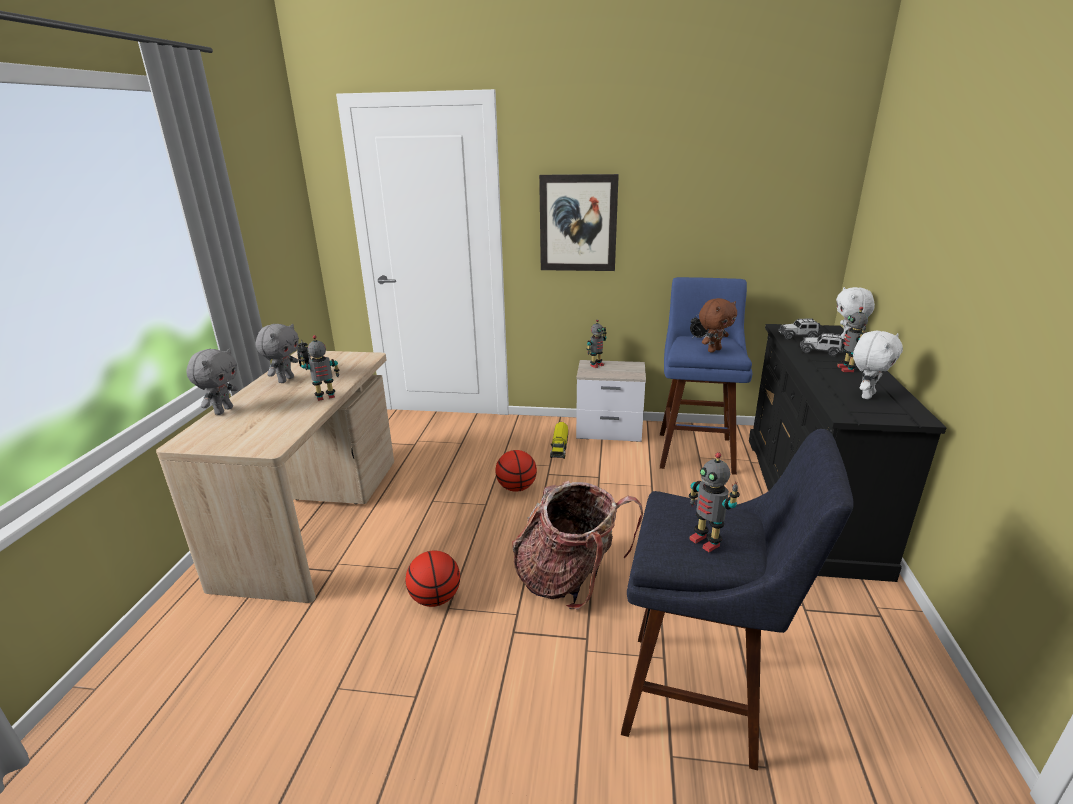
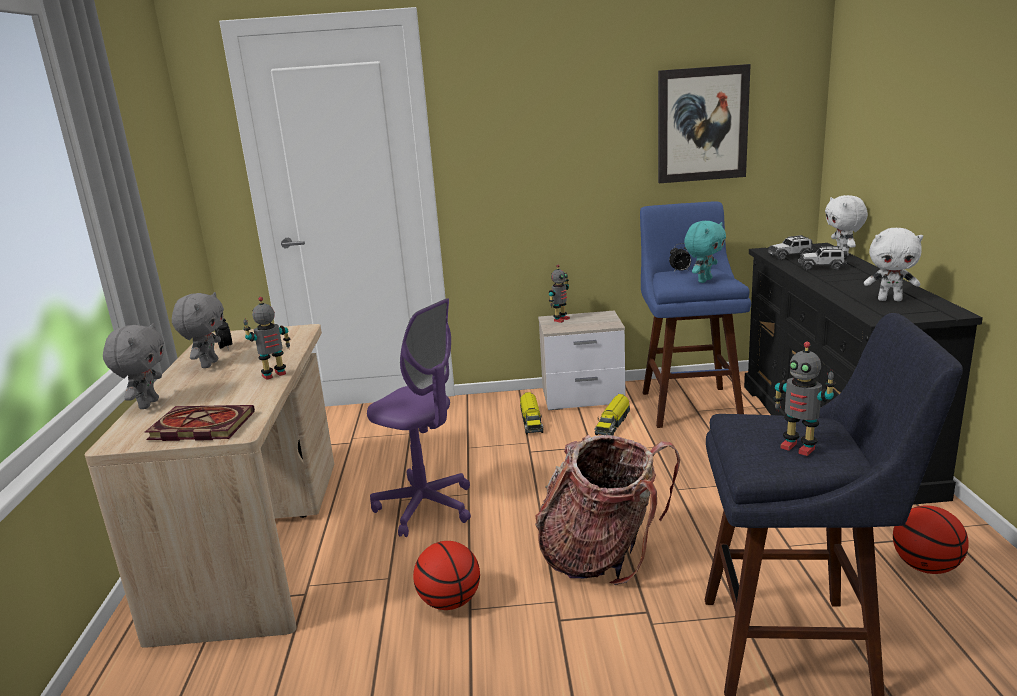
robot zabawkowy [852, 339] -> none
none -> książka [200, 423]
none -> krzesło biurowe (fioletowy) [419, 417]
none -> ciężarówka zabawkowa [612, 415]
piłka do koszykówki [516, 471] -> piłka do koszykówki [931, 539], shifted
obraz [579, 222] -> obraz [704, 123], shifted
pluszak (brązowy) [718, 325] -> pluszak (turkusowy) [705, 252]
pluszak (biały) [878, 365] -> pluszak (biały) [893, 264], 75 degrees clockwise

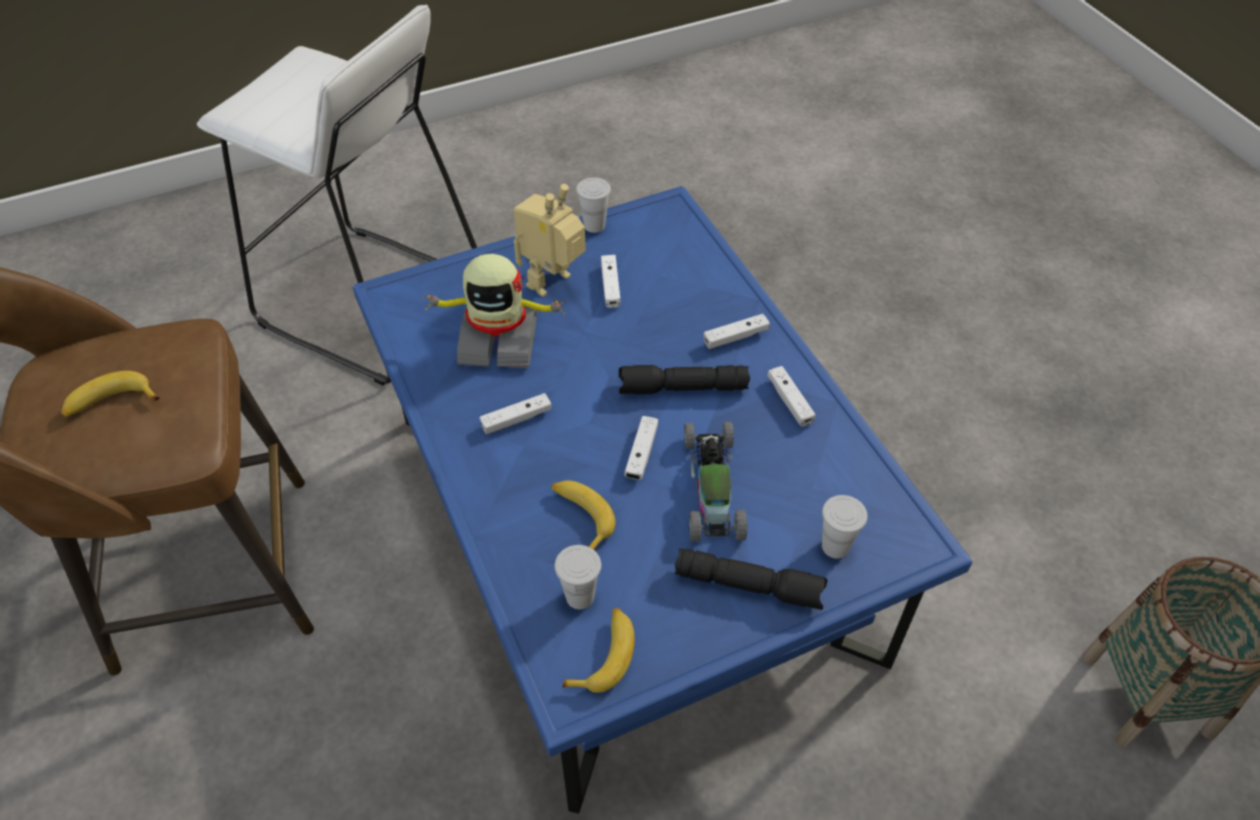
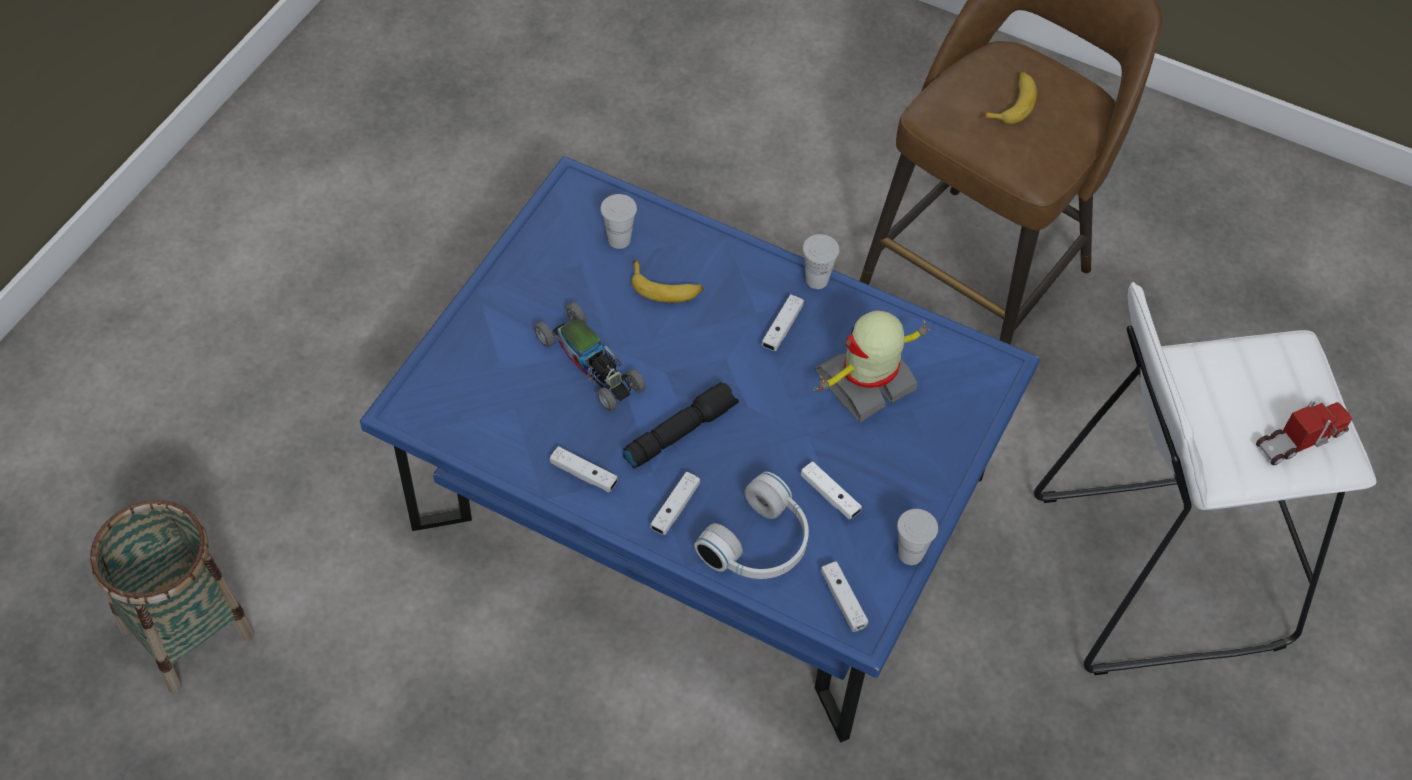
robot zabawkowy [550, 240] -> none
banan [598, 650] -> none
latarka (czarny) [751, 579] -> none
none -> słuchawki (biały) [751, 525]
none -> ciężarówka zabawkowa [1304, 432]
pad do gier (biały) [641, 448] -> pad do gier (biały) [844, 596], shifted
filiżanka (biały) [844, 527] -> filiżanka (biały) [821, 261], shifted

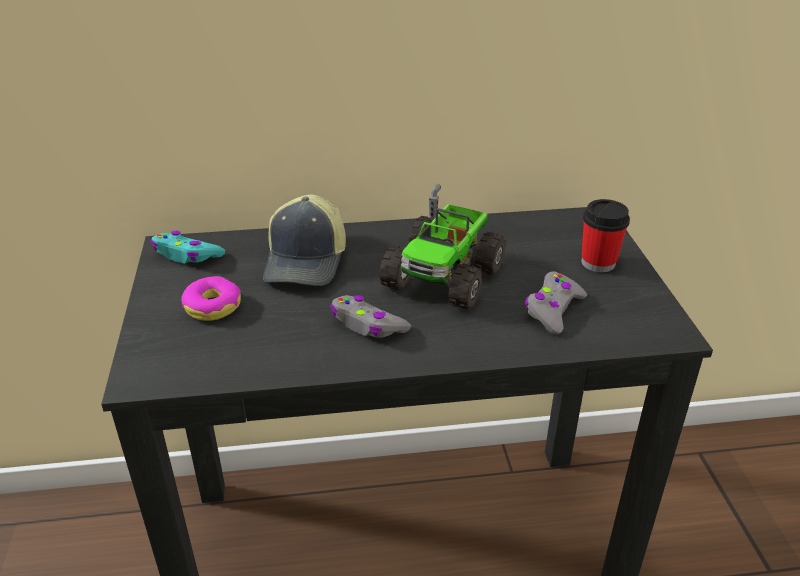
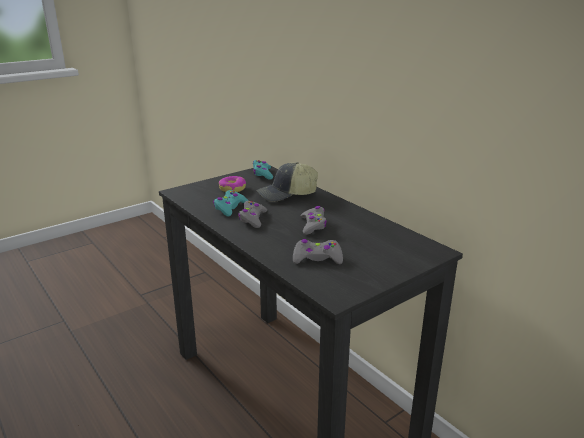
filiżanka [605, 235] -> none
none -> pad do gier (turkusowy) [230, 203]
ciężarówka zabawkowa [443, 247] -> pad do gier (szary) [313, 220]

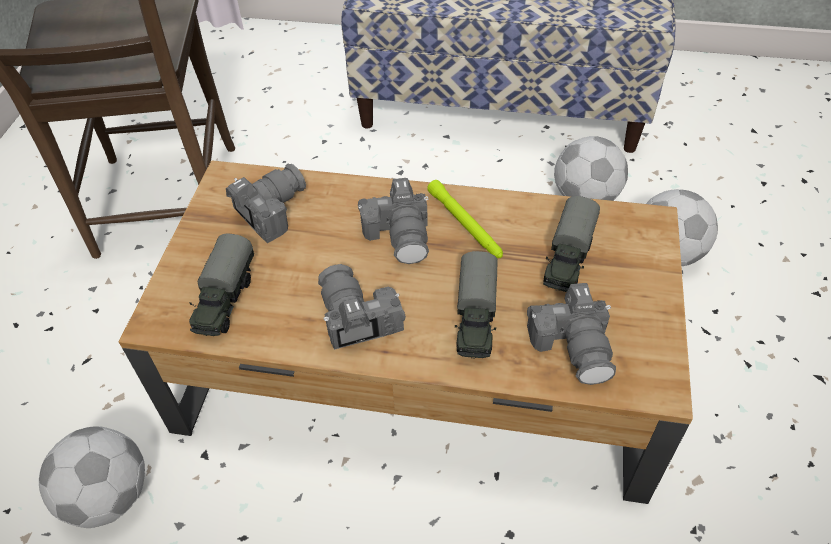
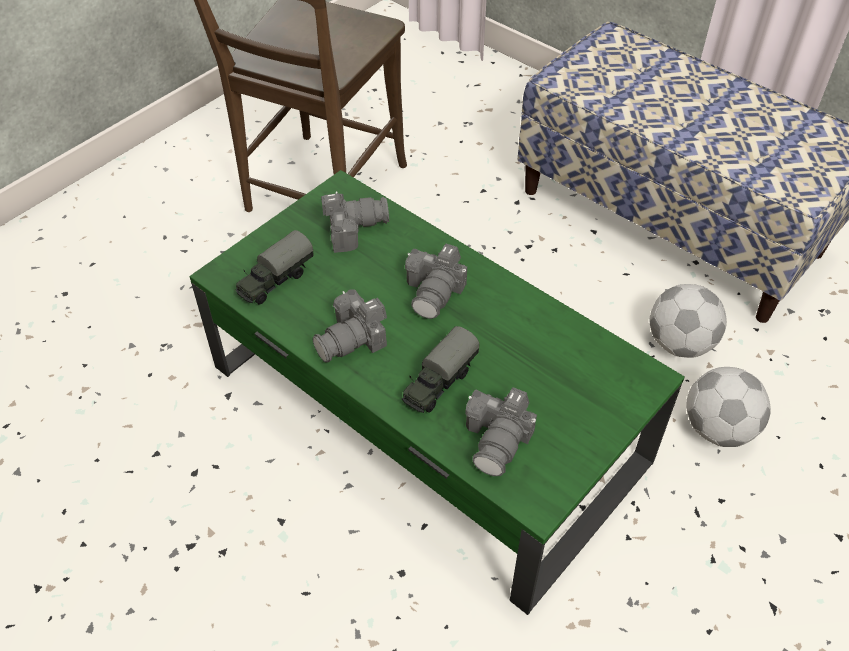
piłka futbolowa [92, 477] -> none
latarka (zielony) [465, 219] -> none
ciężarówka zabawkowa [571, 244] -> none
ława (brązowy) [406, 332] -> ława (zielony) [437, 392]
aparat fotograficzny [362, 307] -> aparat fotograficzny [350, 326], 135 degrees counterclockwise

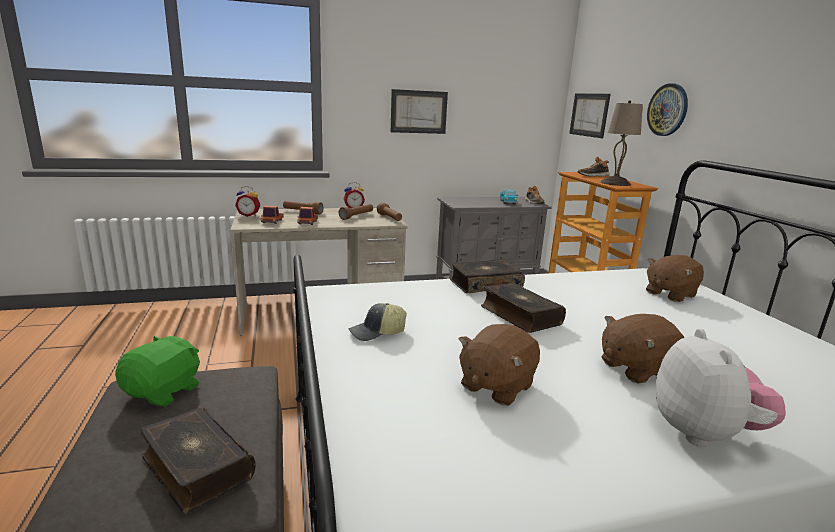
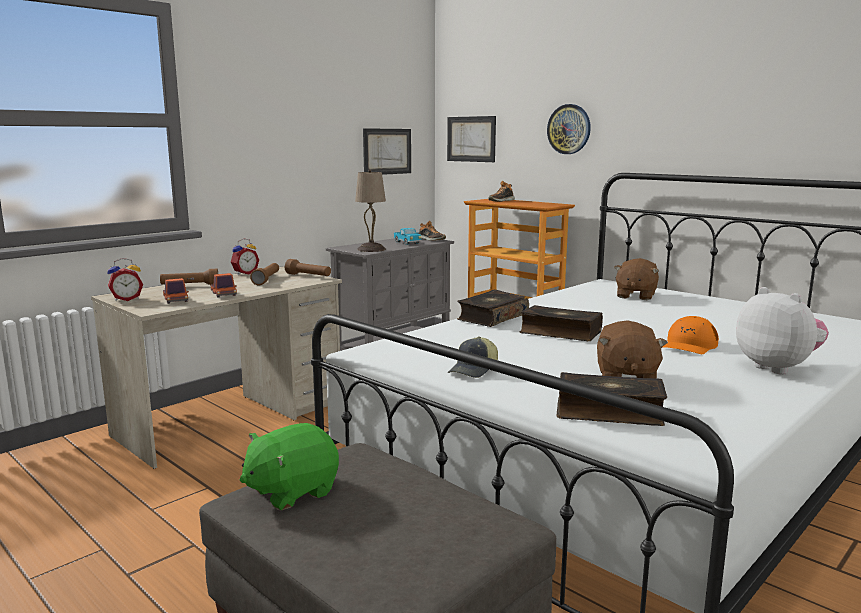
książka [198, 460] -> książka [612, 399], shifted
obraz [419, 111] -> obraz [387, 151], shifted
lampa stołowa (beżowy) [622, 143] -> lampa stołowa (beżowy) [370, 211], shifted
pluszak (brązowy) [643, 349] -> czapka z daszkiem (pomarańczowy) [691, 335]
pluszak (zielony) [157, 371] -> pluszak (zielony) [289, 466], 120 degrees counterclockwise

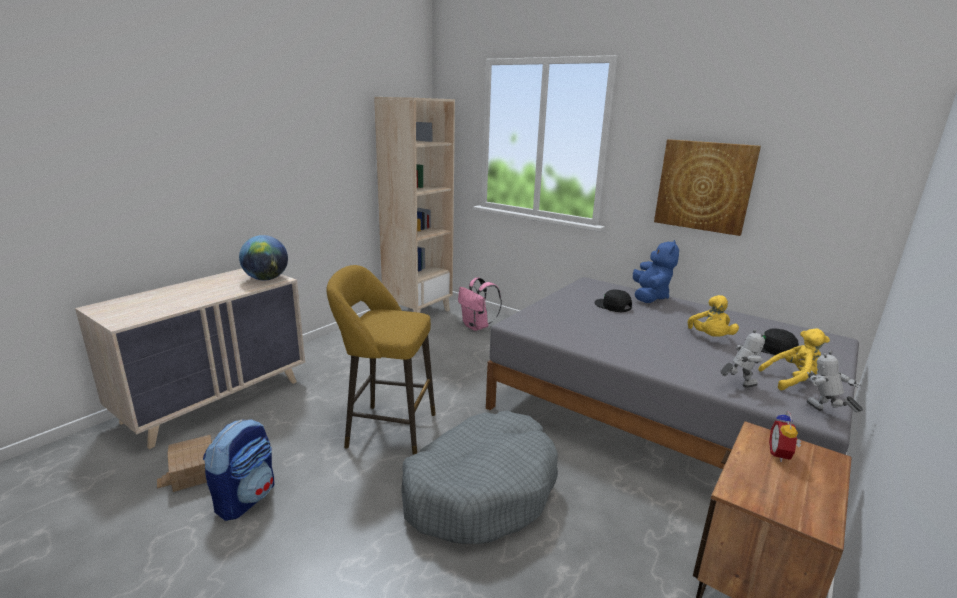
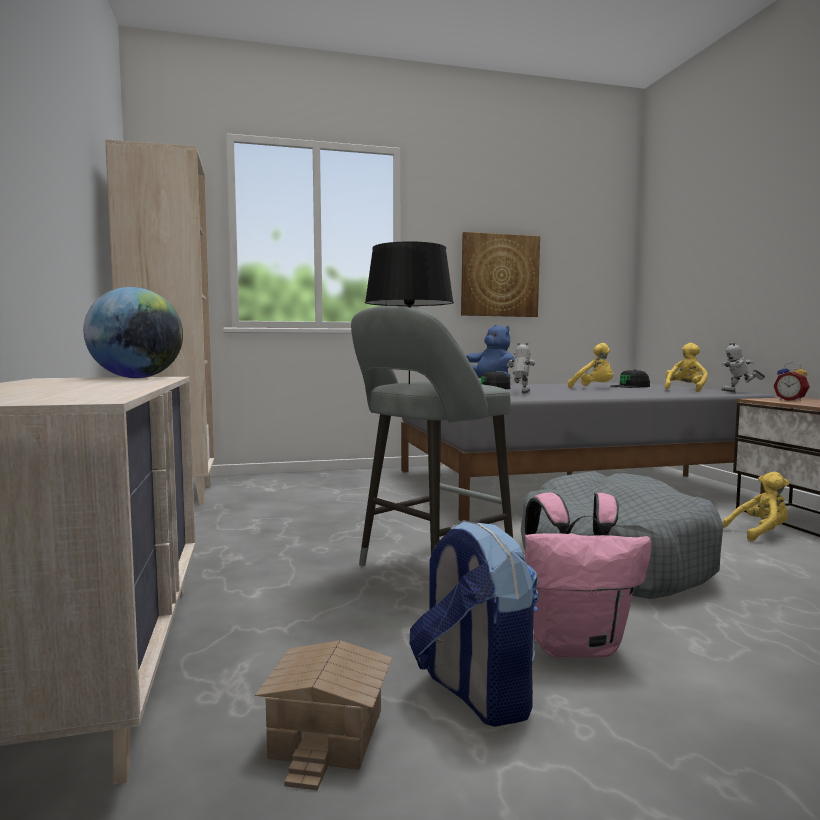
none -> lampa stołowa (czarny) [409, 312]
none -> pluszak (żółty) [756, 506]
plecak (różowy) [480, 304] -> plecak (różowy) [588, 575], shifted
robot zabawkowy [742, 358] -> robot zabawkowy [521, 367], shifted
stołek (żółty) [381, 360] -> stołek (szary) [432, 436]

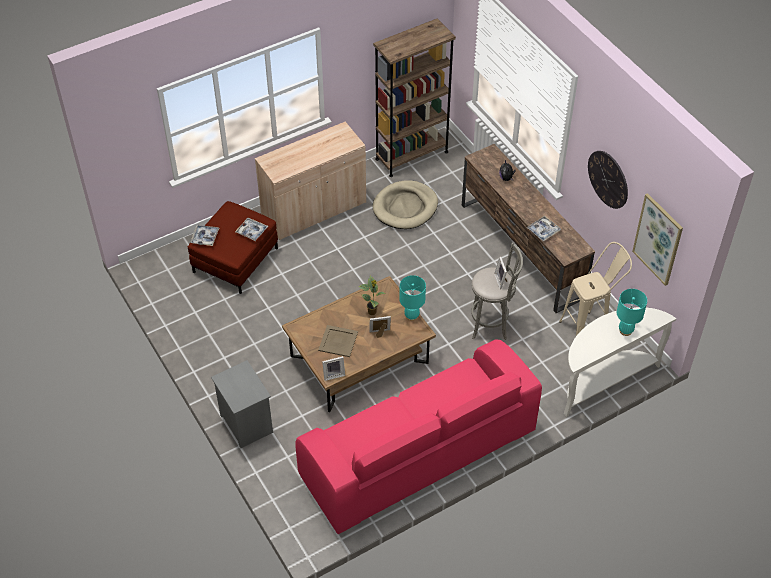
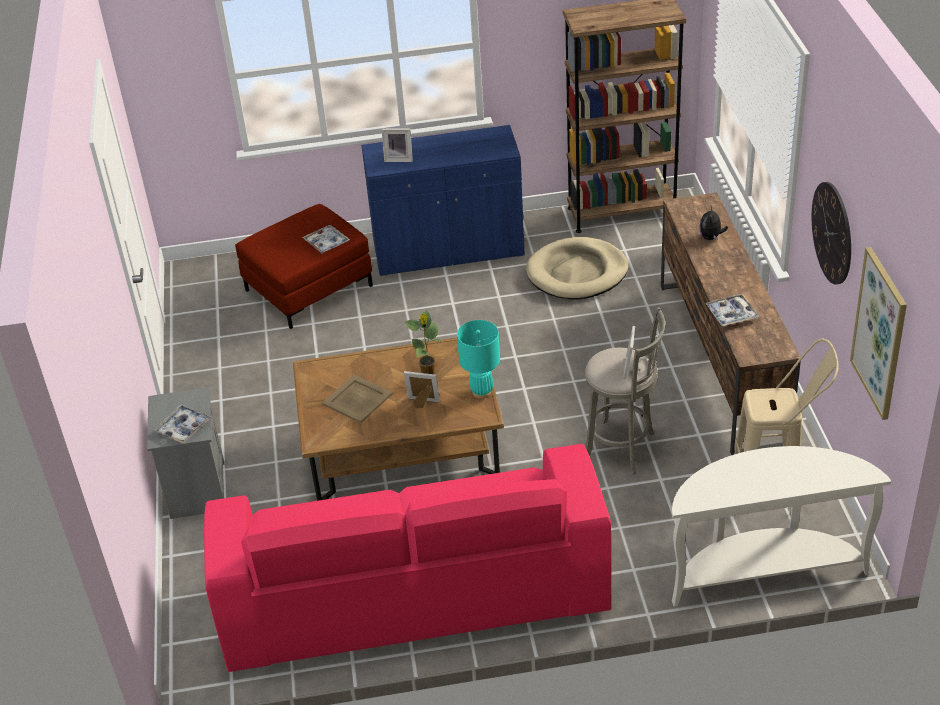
lampa stołowa (turkusowy) [632, 312] -> none
taca [204, 235] -> taca [183, 423], shifted
ramka na zdjęcie [333, 368] -> ramka na zdjęcie [397, 145], shifted
szafka (beżowy) [310, 181] -> szafka (niebieski) [443, 200]

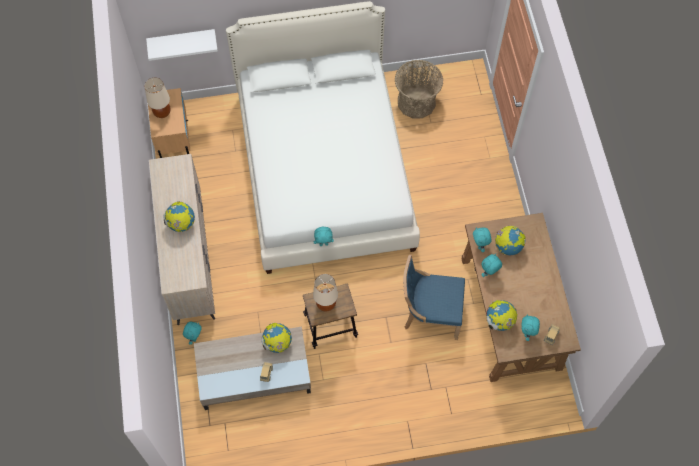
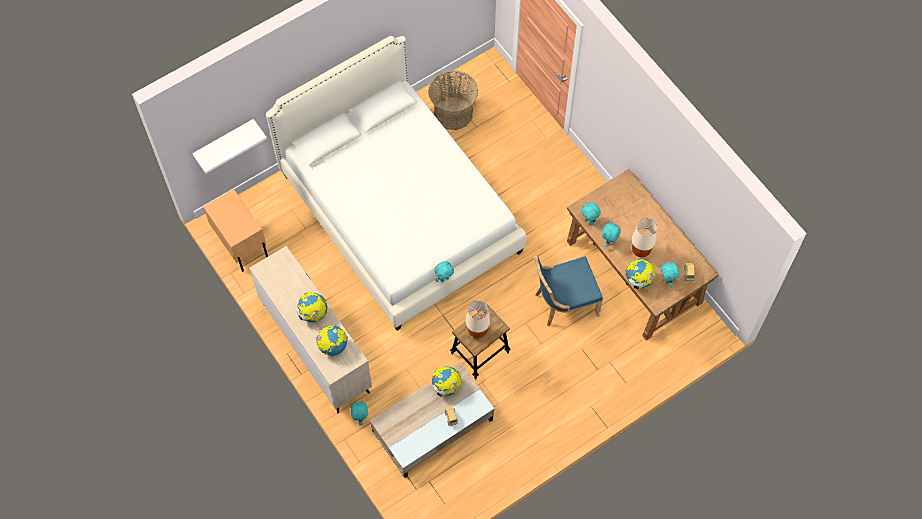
lampa stołowa (beżowy) [158, 97] -> lampa stołowa (beżowy) [644, 237], shifted
globus [510, 240] -> globus [332, 340], shifted

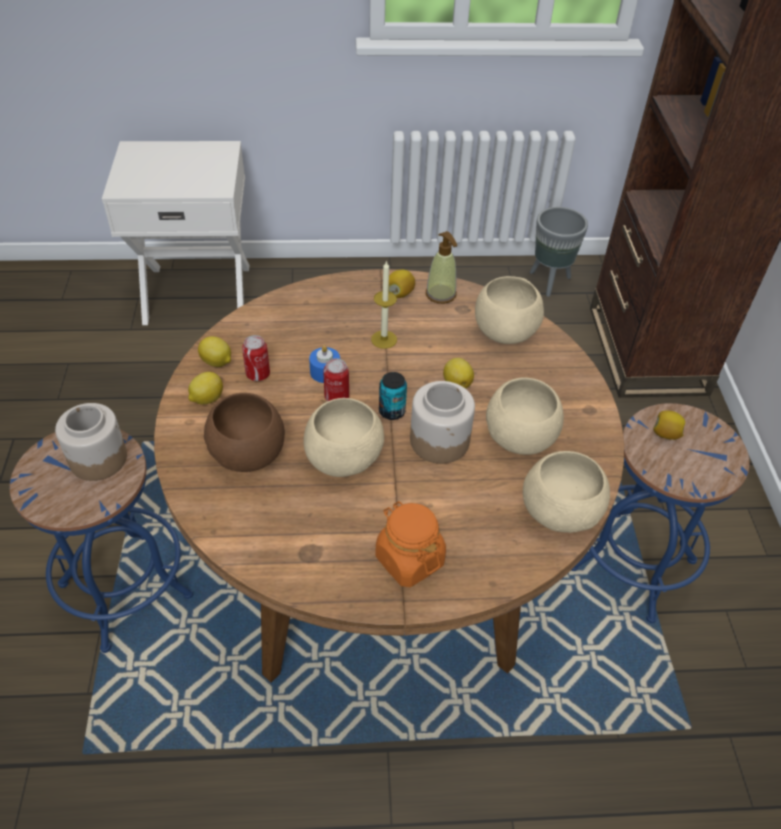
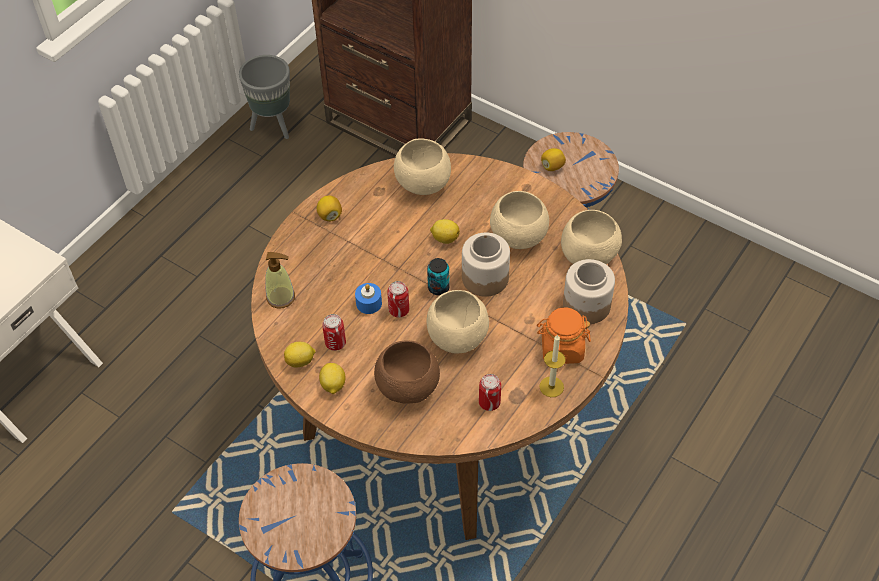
none -> puszka [490, 392]
słoik [91, 442] -> słoik [589, 291], shifted
świeca [384, 304] -> świeca [552, 365], shifted
dozownik mydła [441, 267] -> dozownik mydła [280, 280], shifted

